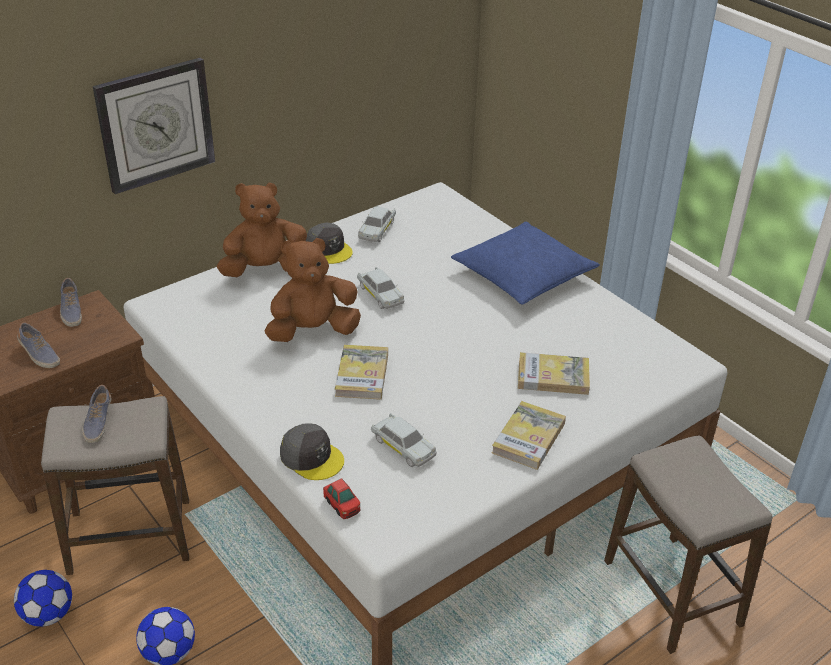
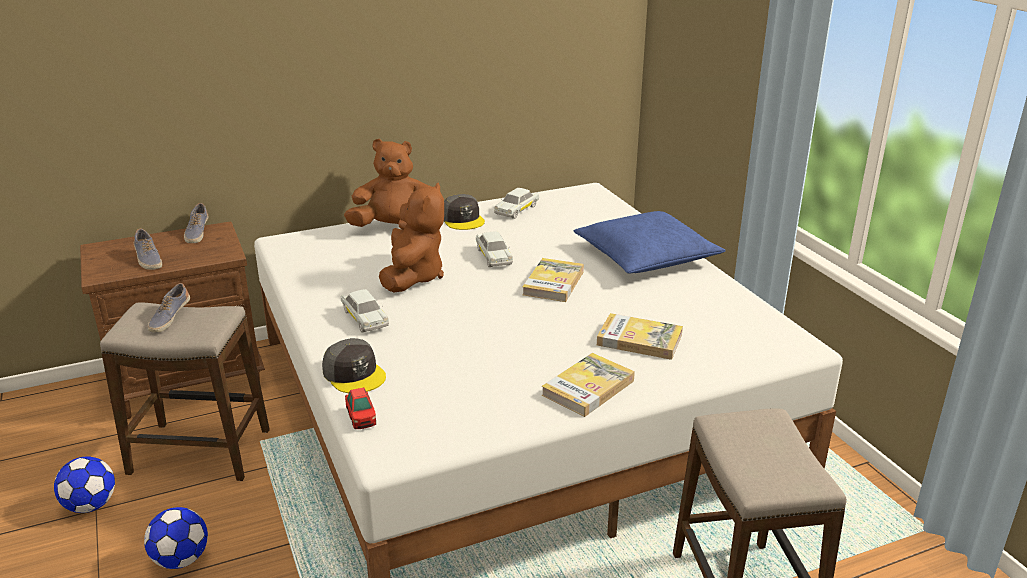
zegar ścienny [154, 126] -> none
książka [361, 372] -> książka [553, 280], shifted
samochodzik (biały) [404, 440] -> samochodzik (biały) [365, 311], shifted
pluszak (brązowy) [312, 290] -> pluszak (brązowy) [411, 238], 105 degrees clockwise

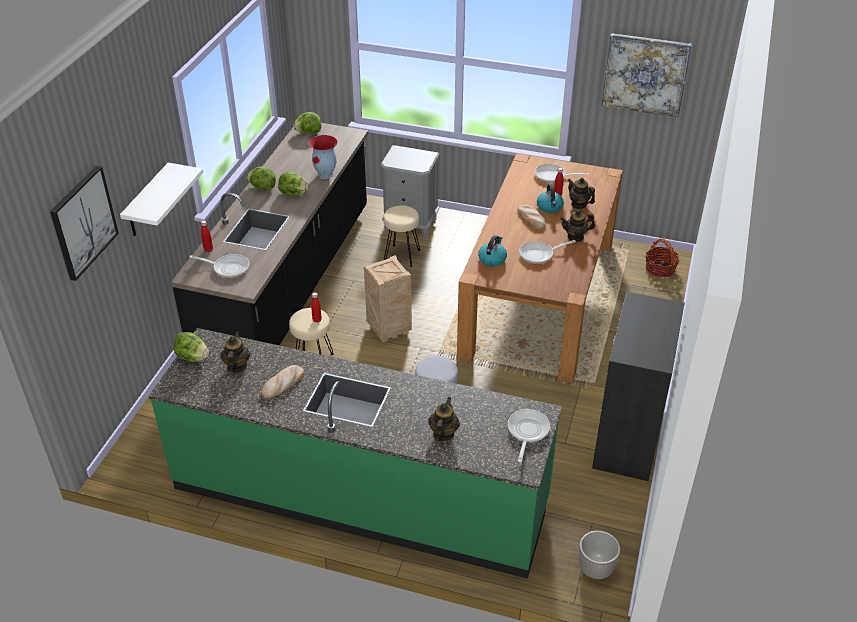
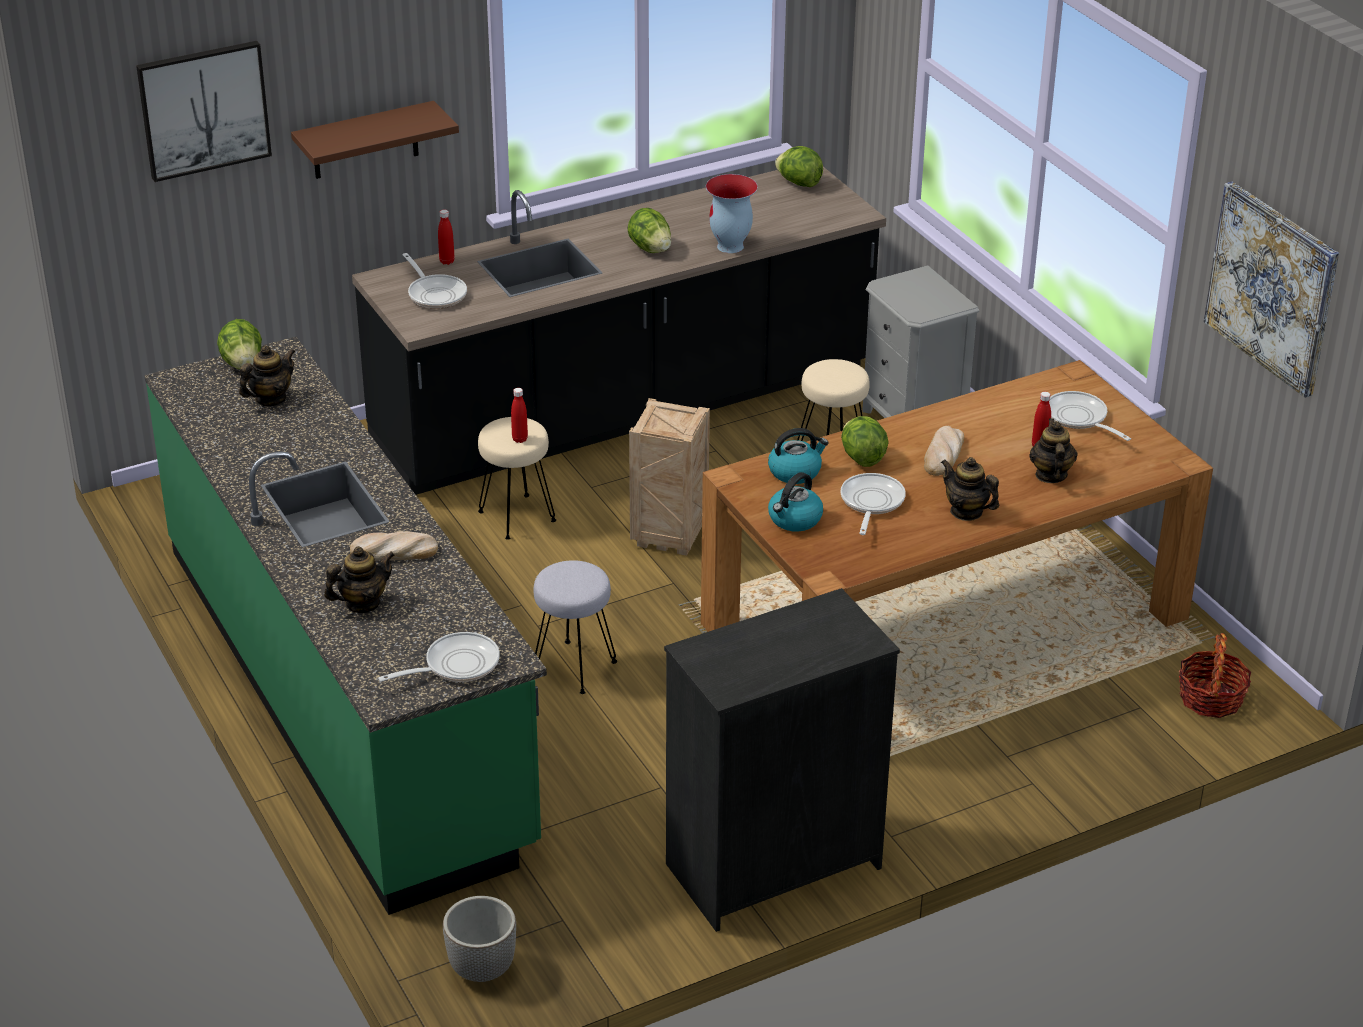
sałata [261, 178] -> sałata [865, 441], shifted
chleb [282, 381] -> chleb [394, 546], shifted
czajnik [550, 198] -> czajnik [795, 502], shifted
półka (biały) [161, 199] -> półka (brązowy) [375, 140]
patelnia [547, 252] -> patelnia [873, 504], 75 degrees clockwise

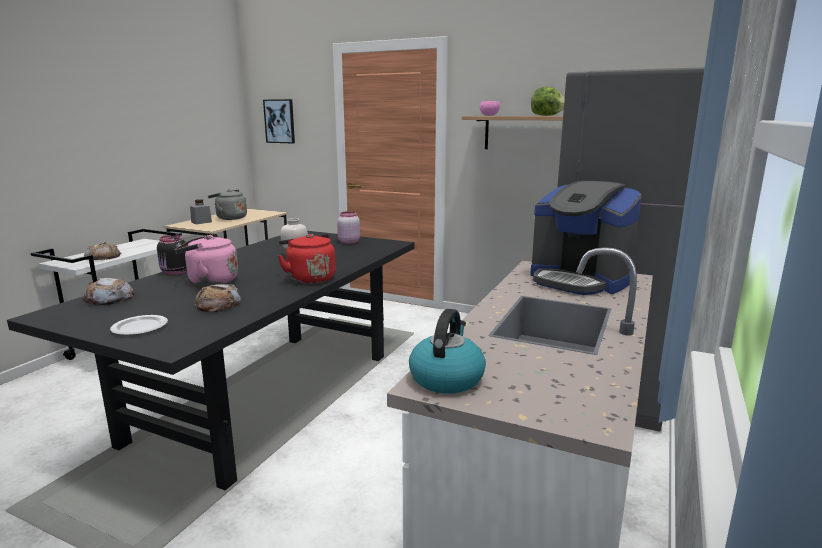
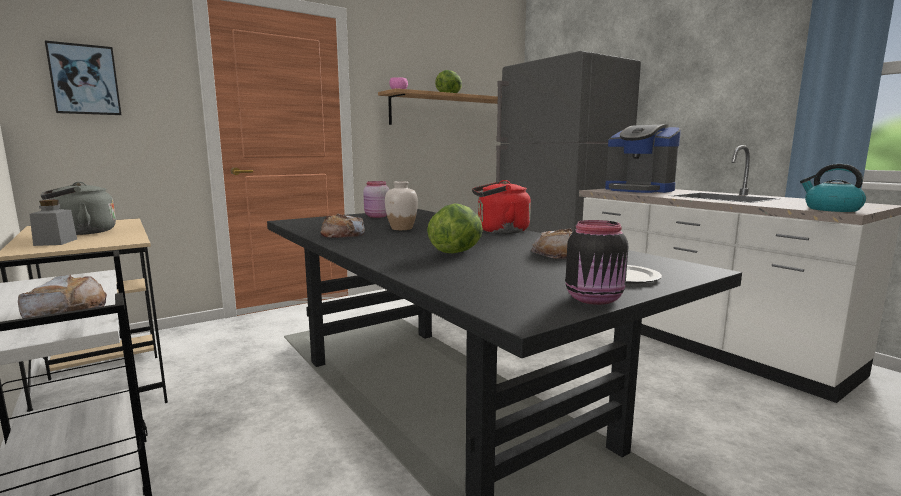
chleb [109, 291] -> chleb [342, 226], shifted
słoik (czarny) [172, 255] -> słoik (czarny) [597, 262], shifted
czajnik (różowy) [206, 260] -> sałata [455, 228]
ekspres do kawy [586, 238] -> ekspres do kawy [643, 158], 60 degrees clockwise

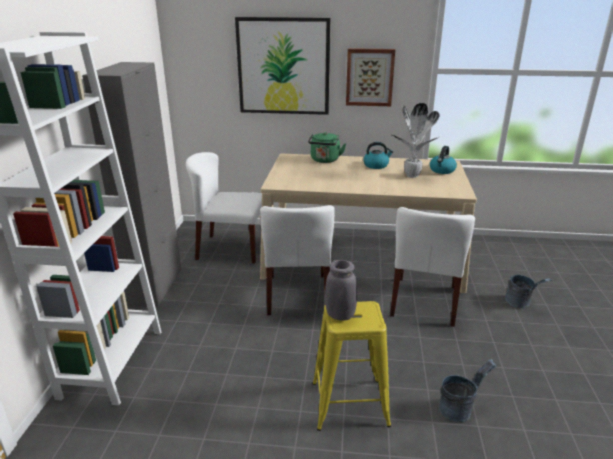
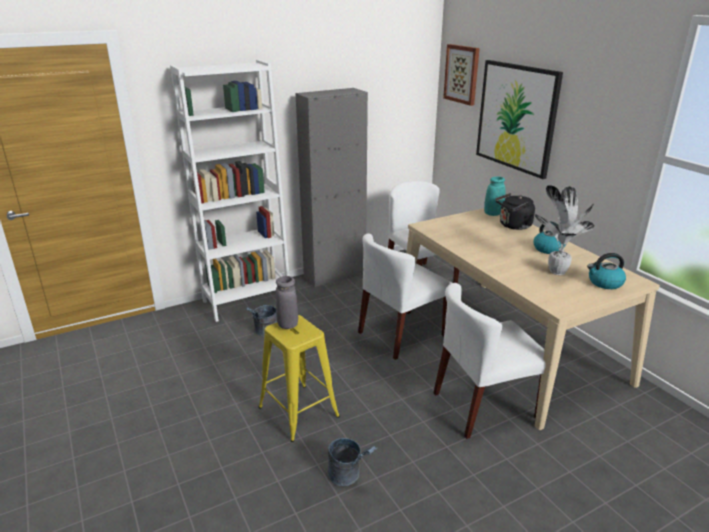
none -> wazon (turkusowy) [494, 196]
obraz [370, 77] -> obraz [461, 75], shifted
wiadro (szary) [528, 291] -> wiadro (szary) [261, 321], shifted
czajnik (zielony) [327, 147] -> czajnik (czarny) [515, 211]

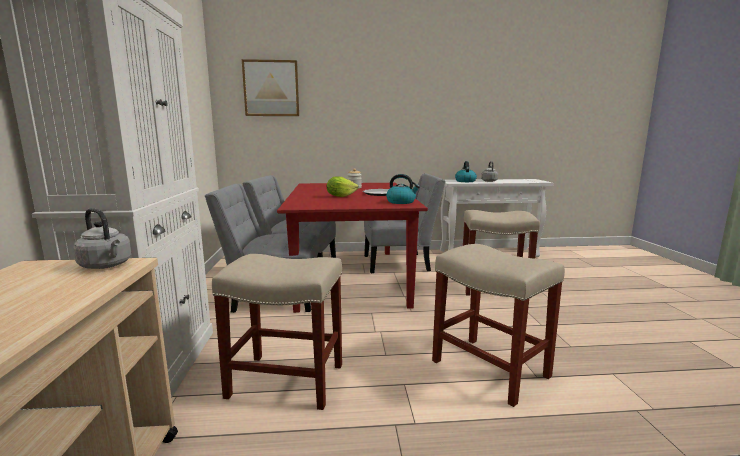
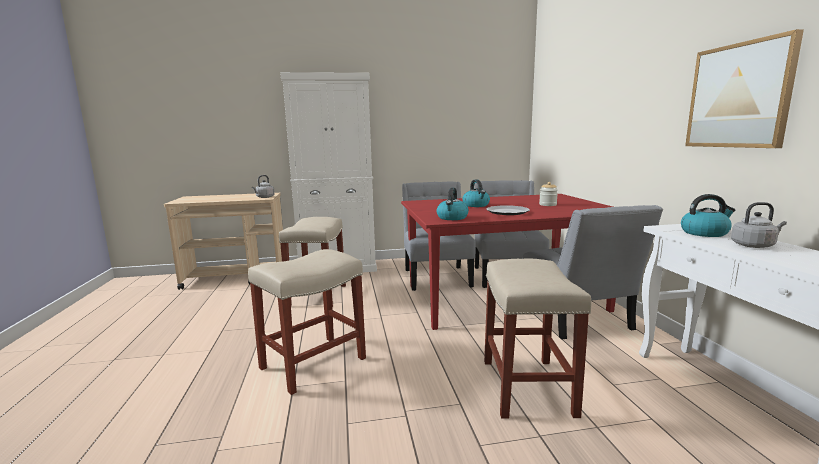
obraz [270, 87] -> obraz [744, 88], shifted
sałata [342, 186] -> czajnik [476, 193]

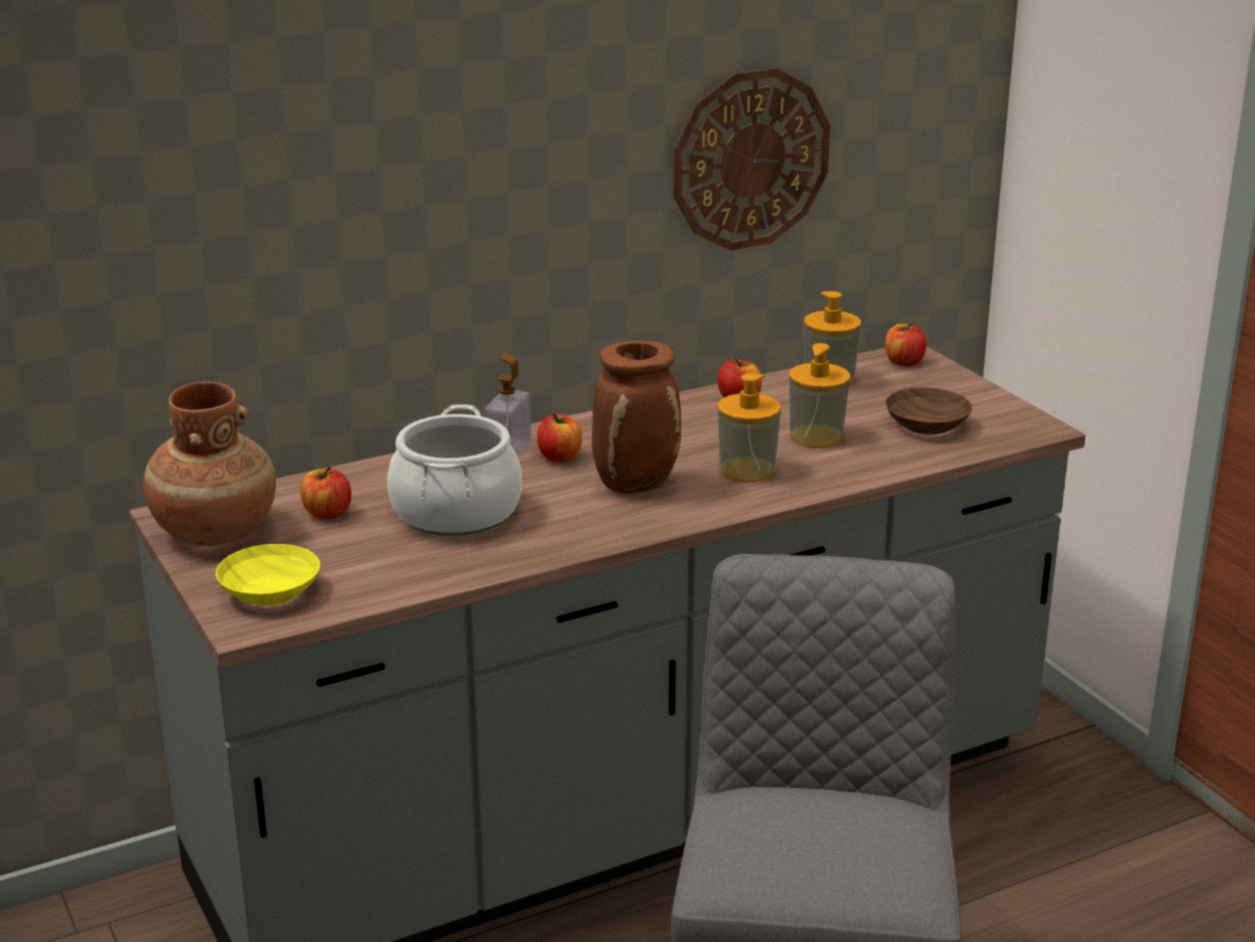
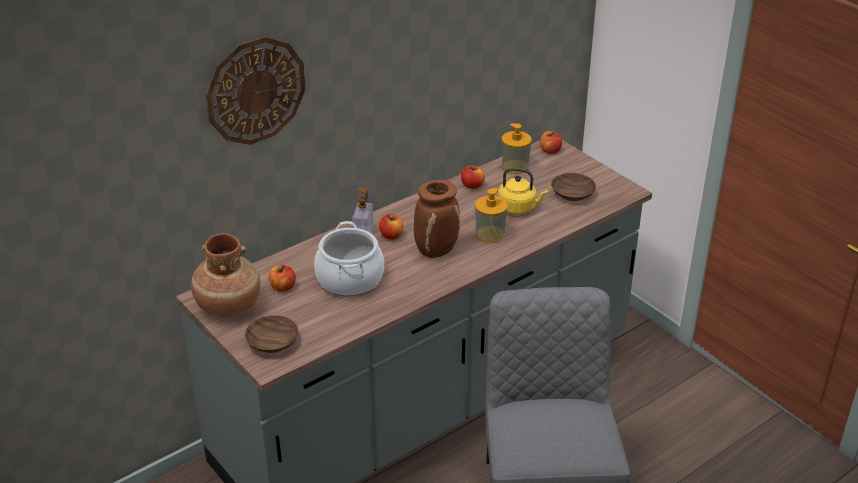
zegar ścienny [751, 159] -> zegar ścienny [256, 91], shifted
dozownik mydła [819, 395] -> czajnik (żółty) [523, 191]
miska (żółty) [268, 575] -> miska (brązowy) [271, 334]

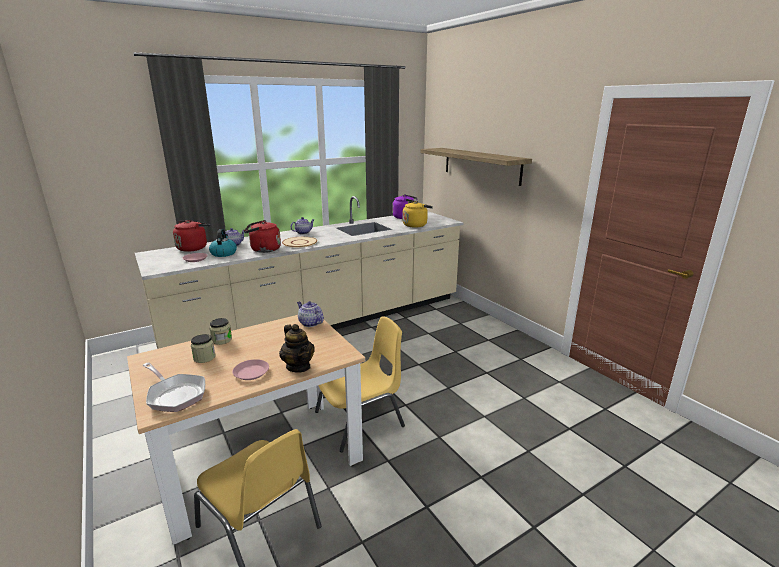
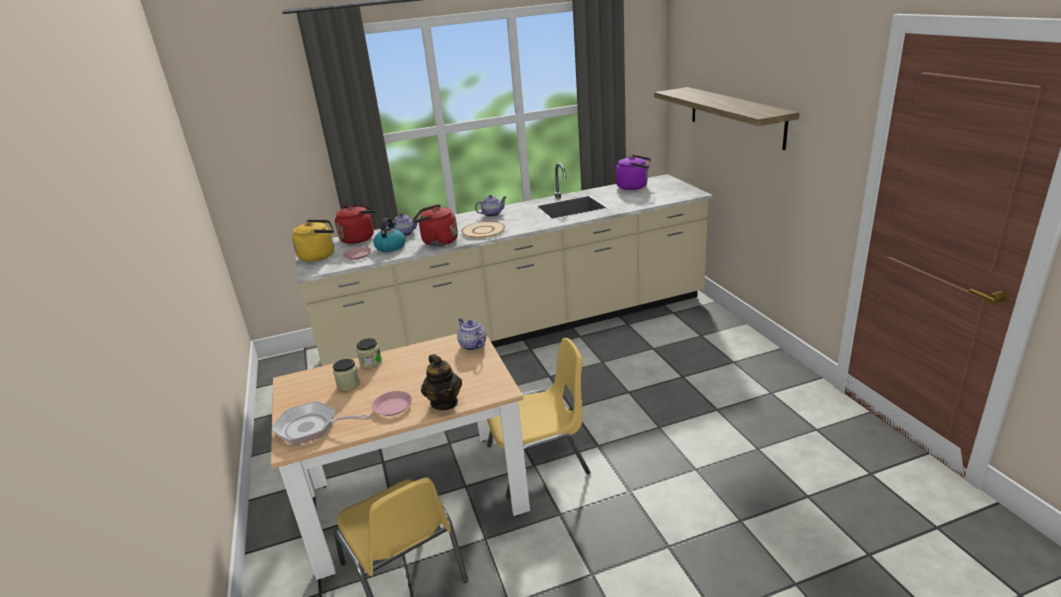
czajnik (żółty) [418, 214] -> czajnik (żółty) [313, 241], shifted
patelnia [173, 387] -> patelnia [321, 423], 135 degrees clockwise

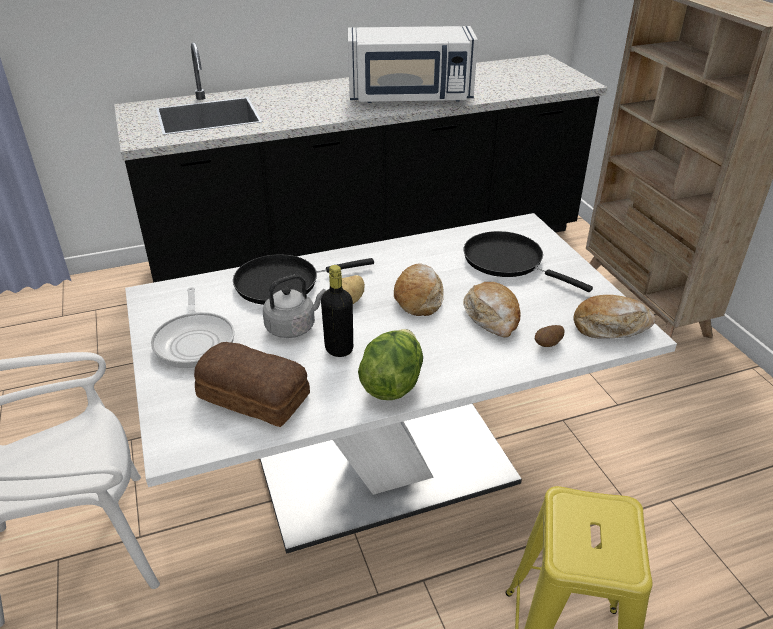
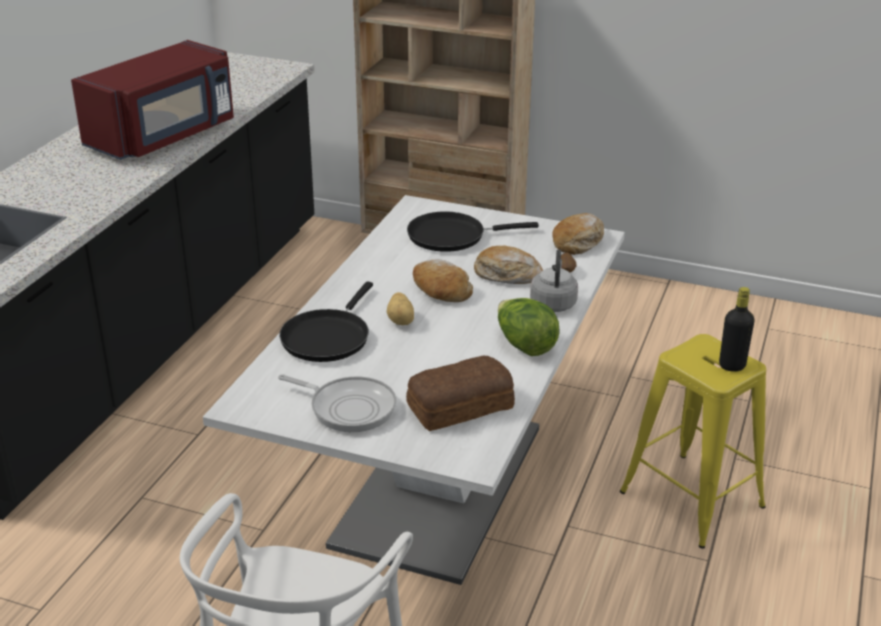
czajnik (szary) [294, 306] -> czajnik (szary) [554, 281], shifted
butelka (czarny) [337, 311] -> butelka (czarny) [737, 329], shifted
mikrofalówka (biały) [413, 64] -> mikrofalówka (czerwony) [152, 100]

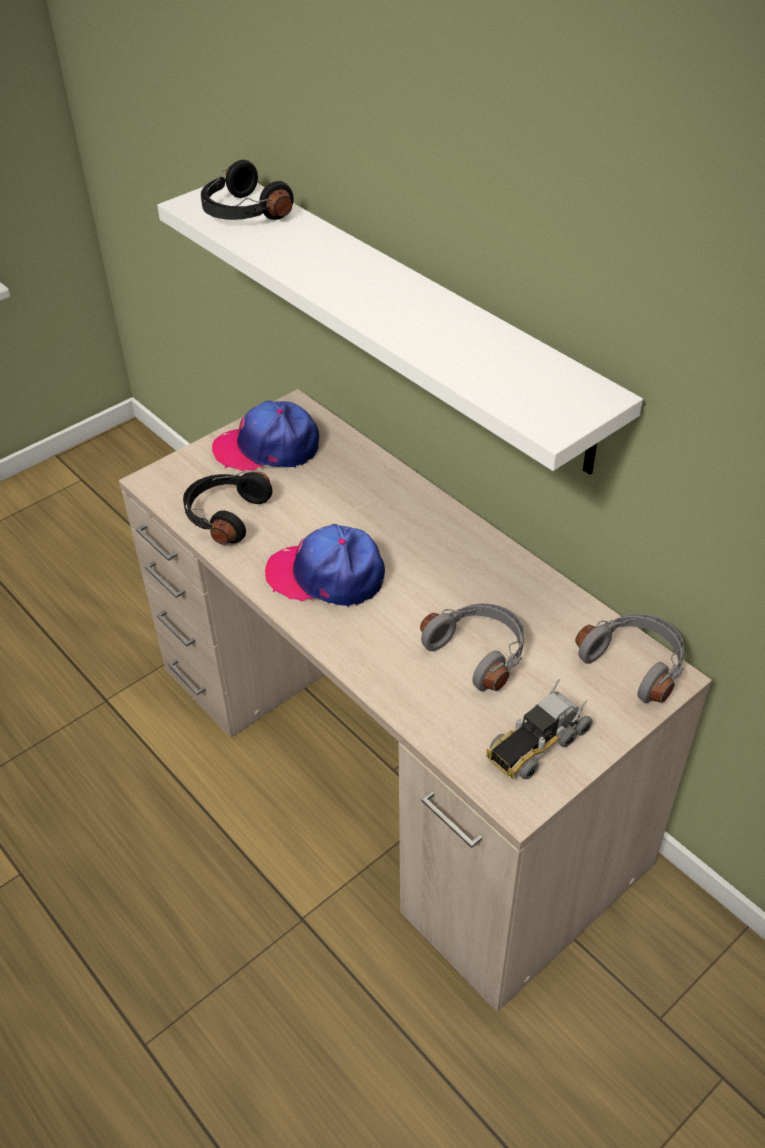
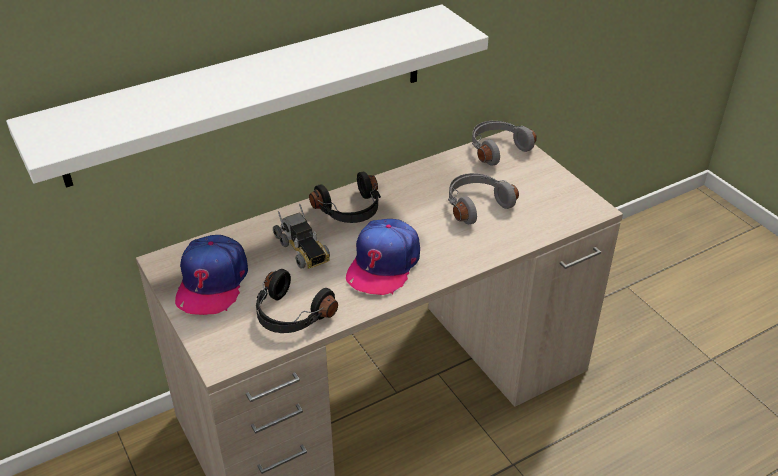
słuchawki (czarny) [247, 190] -> słuchawki (czarny) [345, 197], shifted
ciężarówka zabawkowa [539, 729] -> ciężarówka zabawkowa [301, 236], shifted

